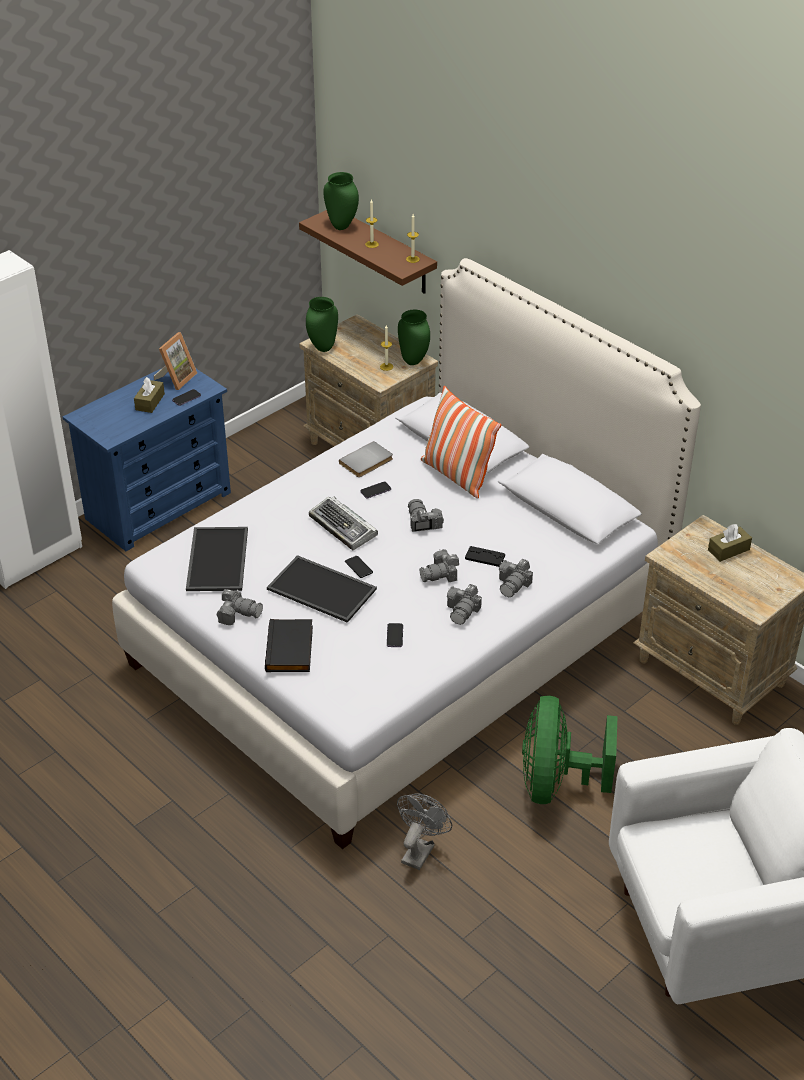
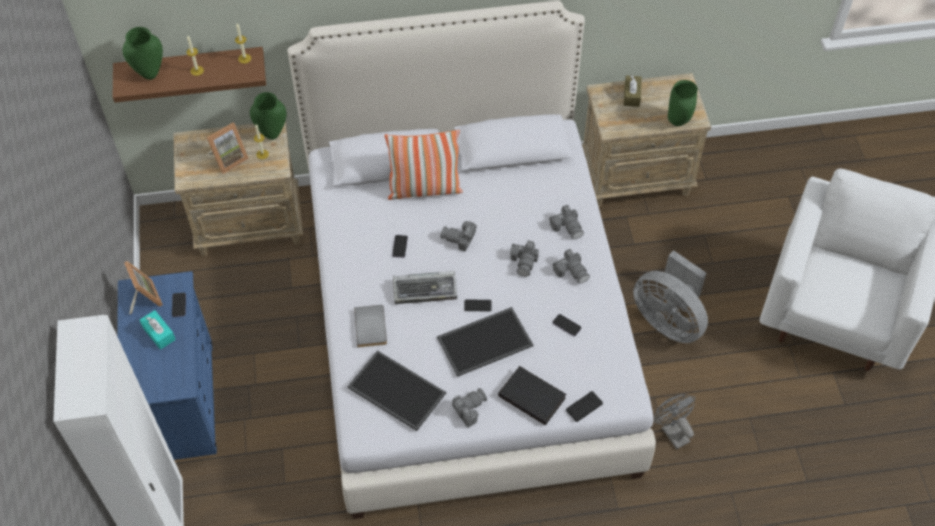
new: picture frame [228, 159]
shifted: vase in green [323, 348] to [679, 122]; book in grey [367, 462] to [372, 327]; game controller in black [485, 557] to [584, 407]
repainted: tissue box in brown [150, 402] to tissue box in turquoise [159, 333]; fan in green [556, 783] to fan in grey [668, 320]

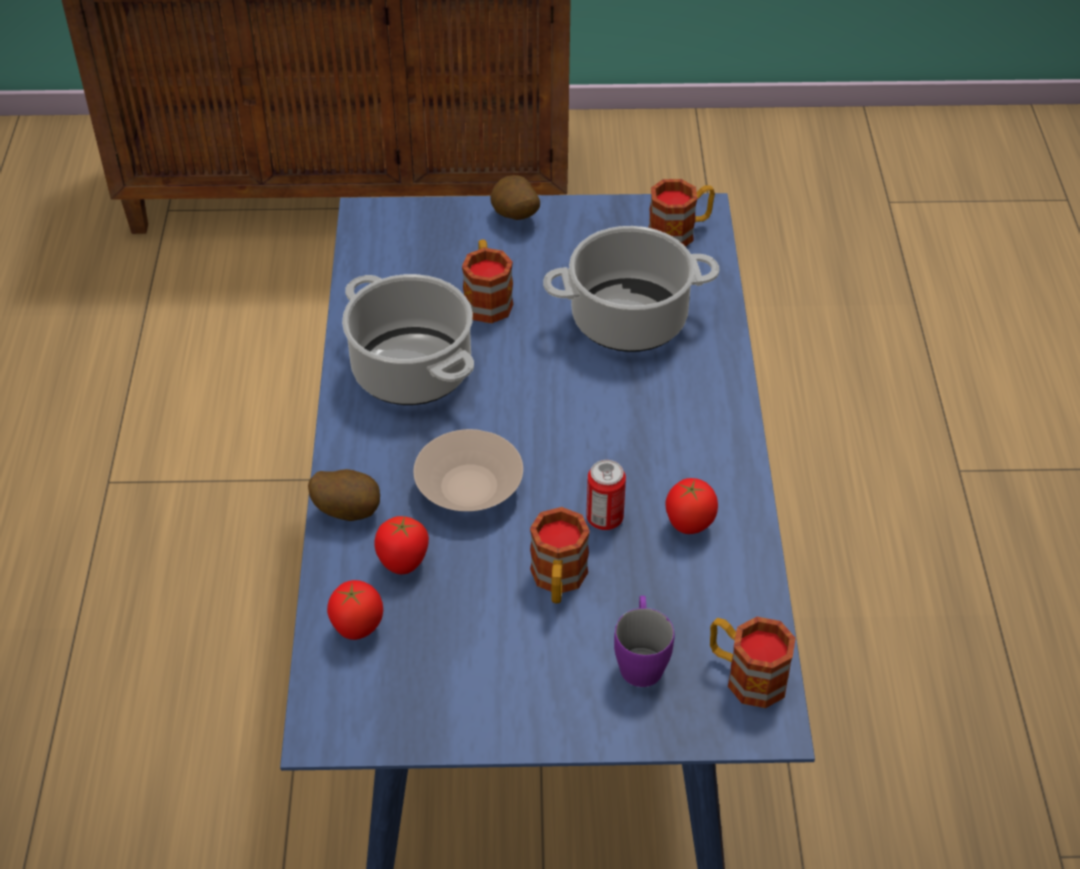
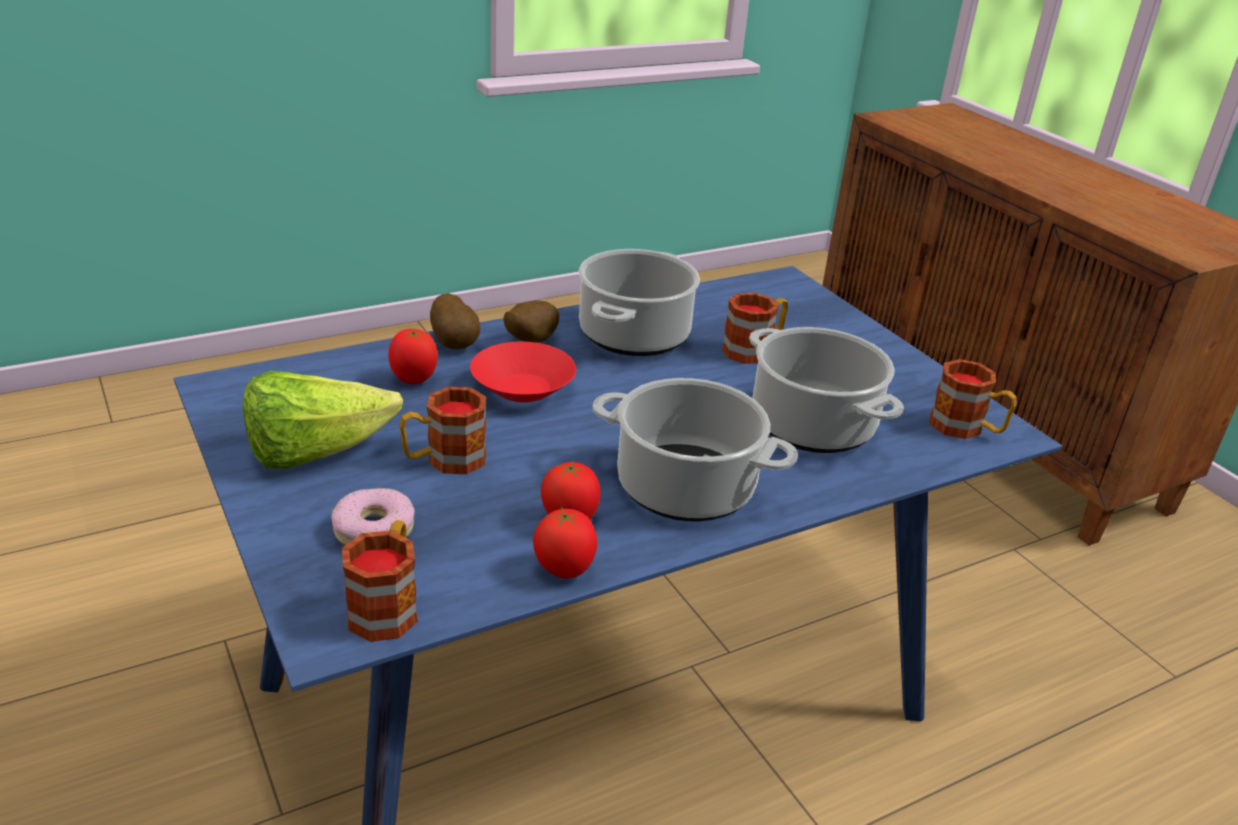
gone: can [604, 518]
new: lettuce [315, 453]; cooking pot [687, 488]
shifted: tomato [357, 629] to [564, 570]; potato [514, 217] to [529, 342]
swapped: mug in purple [640, 659] to donut [374, 529]
repainted: bowl in beige [470, 488] to bowl in red [523, 391]

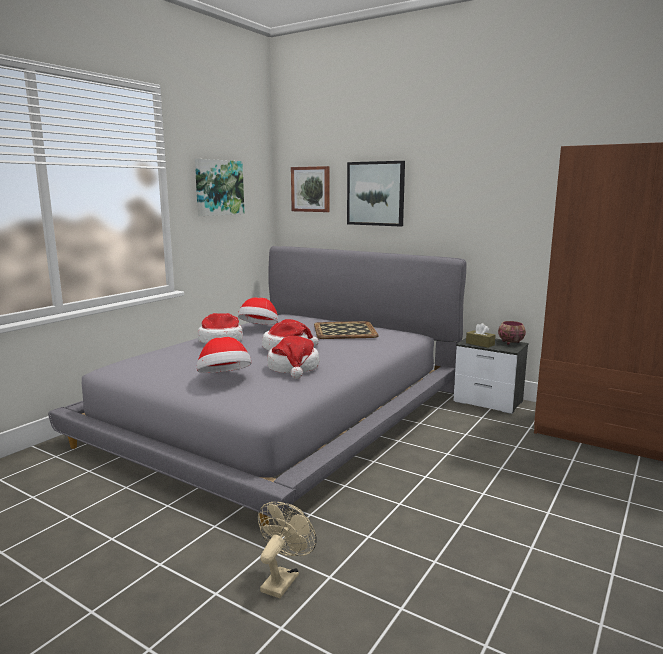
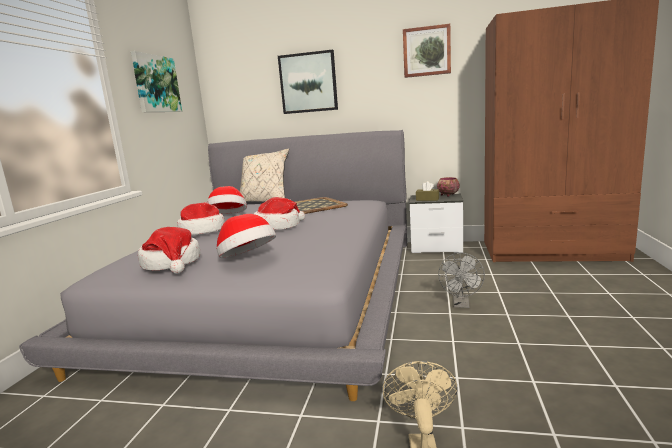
new: pillow in beige [265, 201]; fan in grey [461, 304]
shifted: hat [294, 368] to [172, 263]; picture [311, 189] to [426, 51]

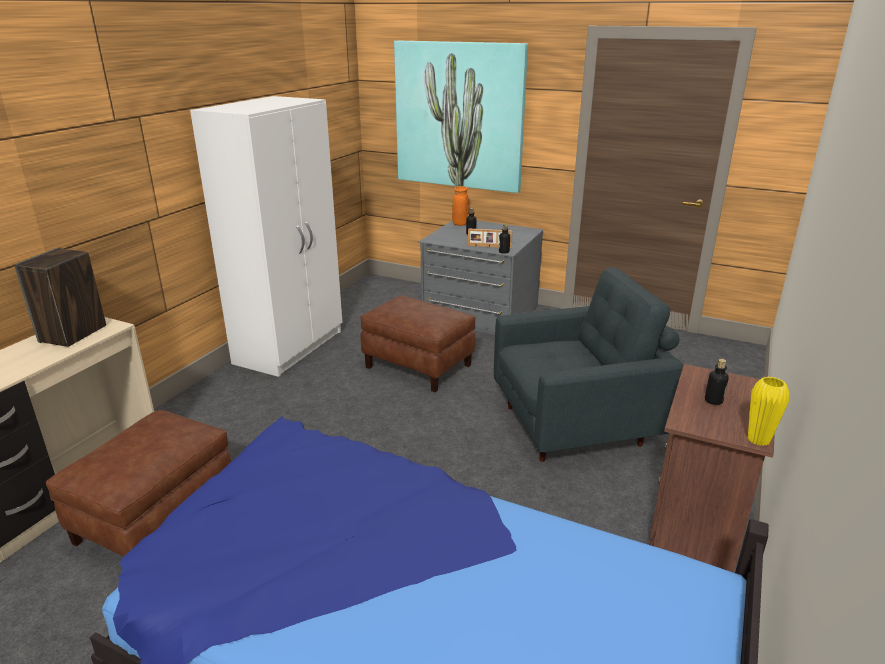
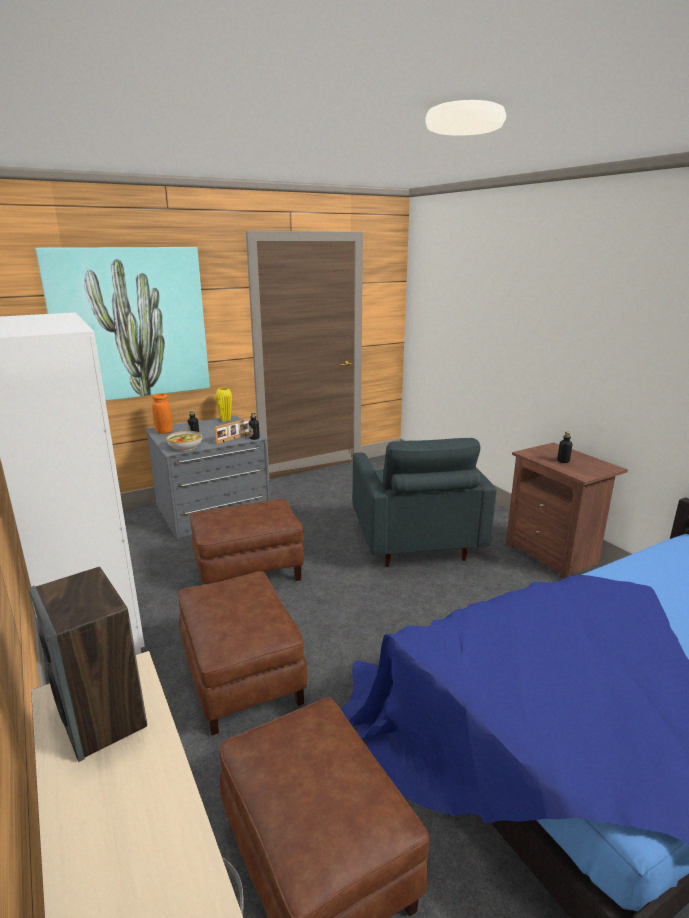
new: bowl [185, 446]; ottoman in brown [241, 677]
shifted: vase in yellow [758, 440] to [225, 420]
rotated: armchair in grey [576, 425] = [414, 543] 150 degrees clockwise

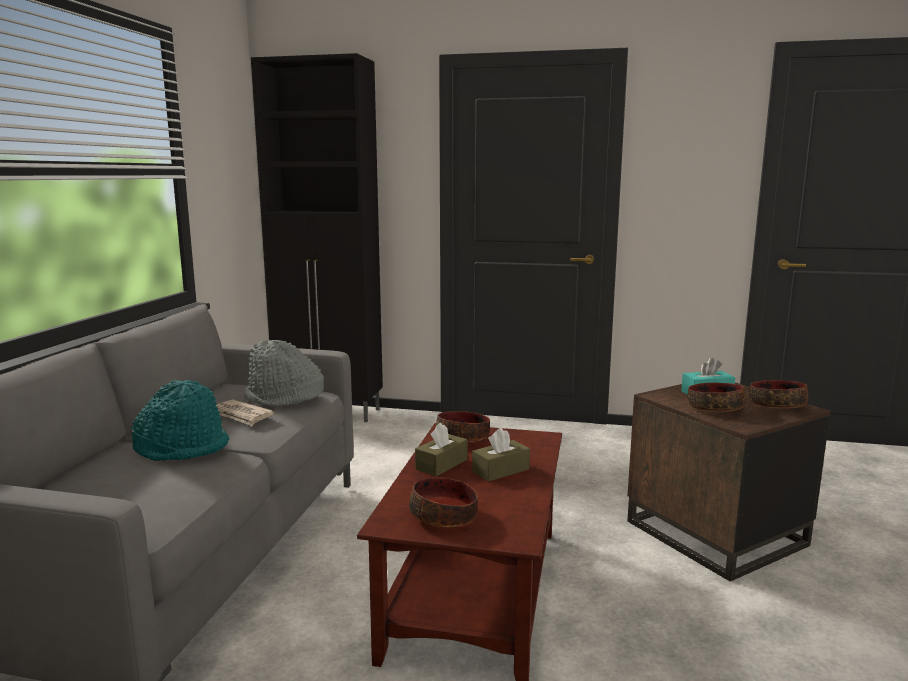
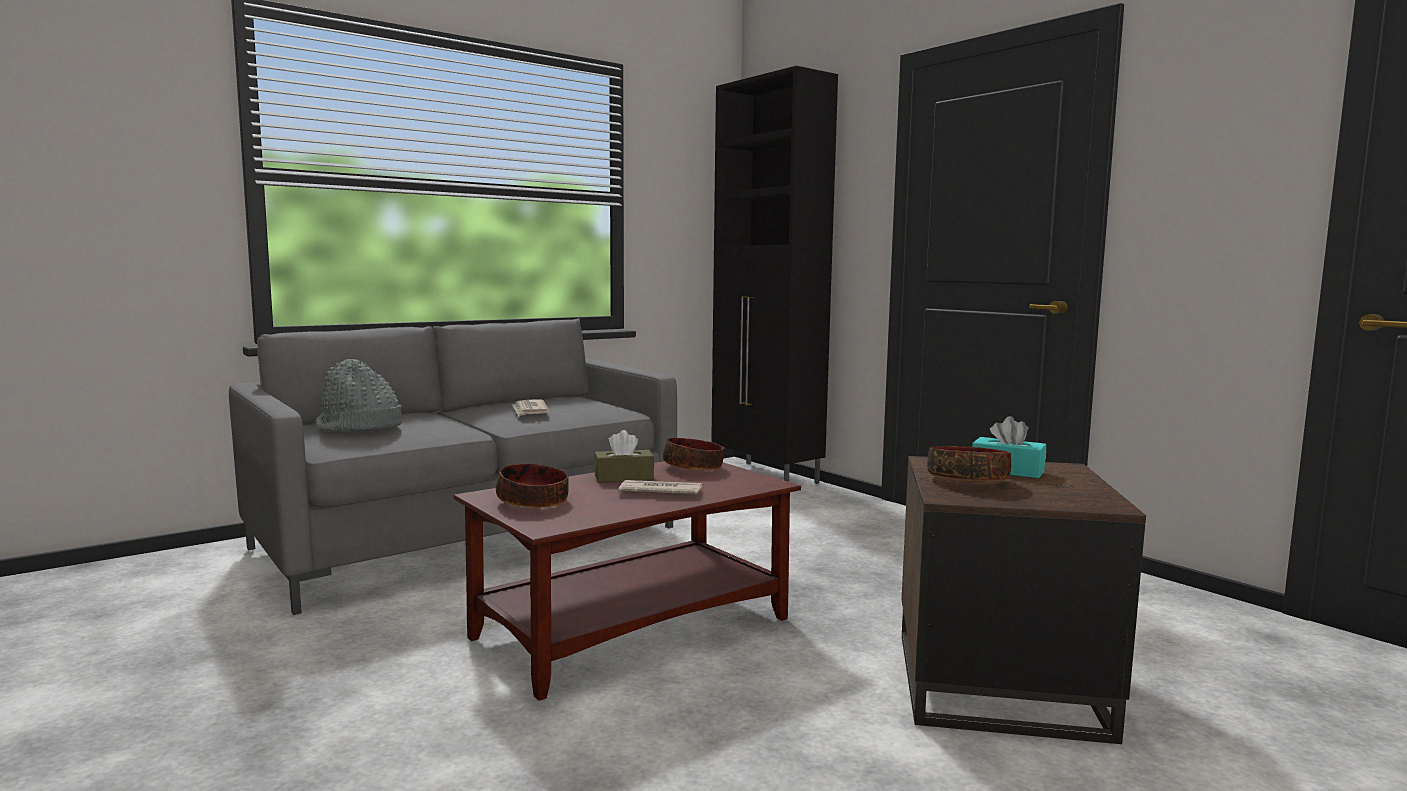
gone: hat in turquoise [183, 448]; bowl [777, 405]
shifted: hat in grey [284, 398] to [358, 427]
swapped: tissue box in brown [500, 470] to newspaper [659, 492]

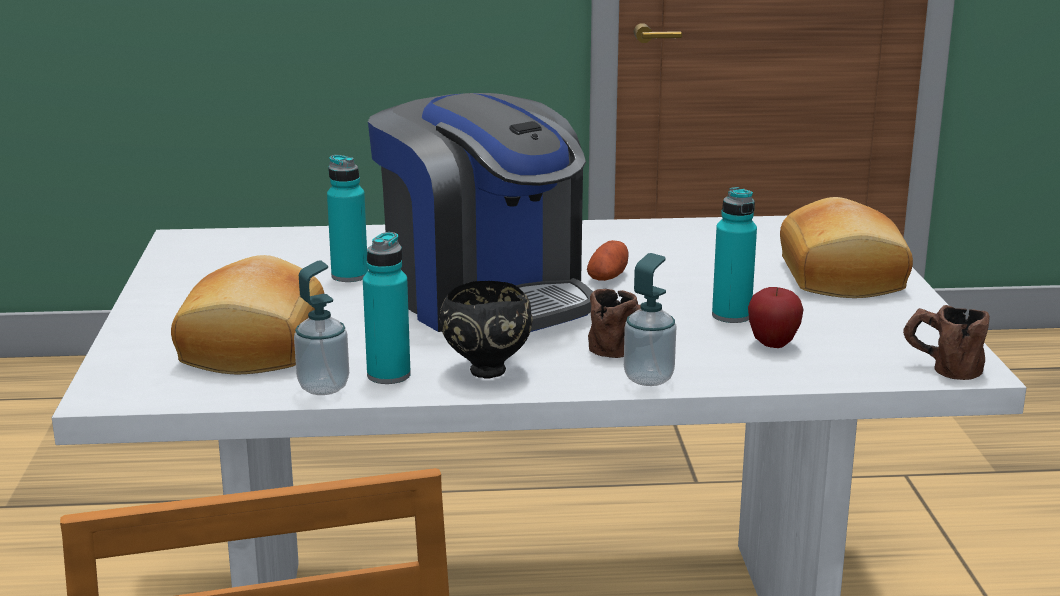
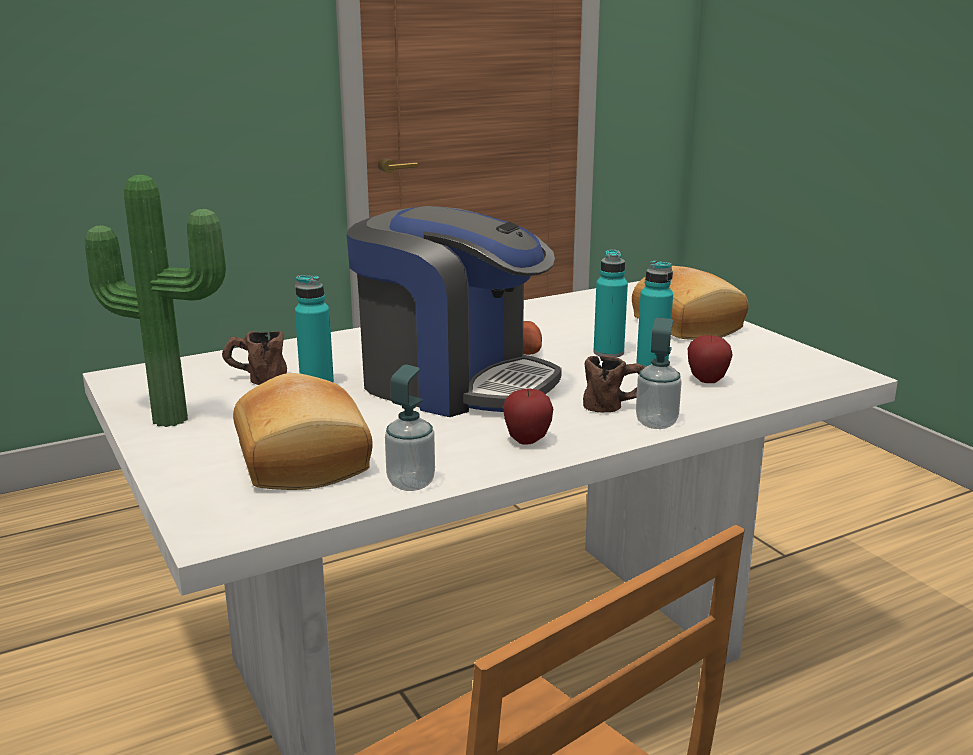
new: potted plant [174, 417]
shifted: bottle in turquoise [388, 375] to [608, 352]; mug in brown [941, 368] to [256, 379]
swapped: bowl in black [486, 370] to apple [527, 441]

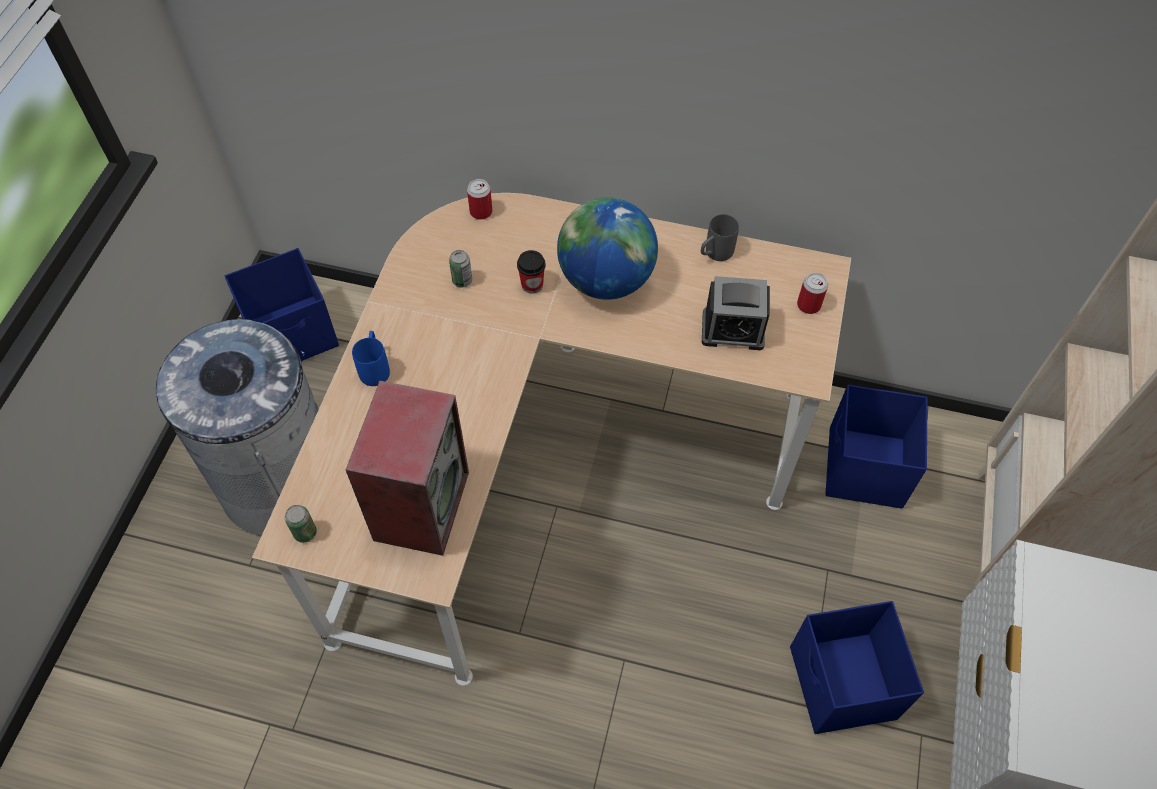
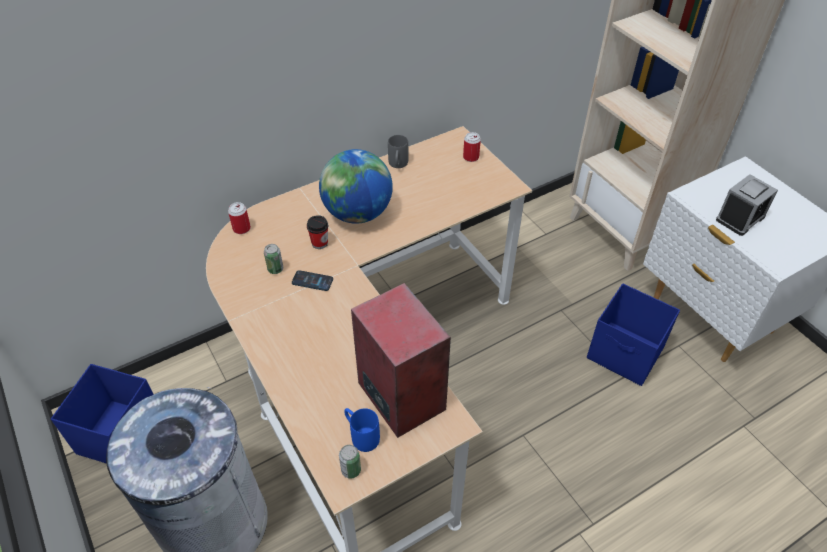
gone: storage box in blue [864, 469]
new: phone [312, 281]
shifted: mug in blue [375, 367] to [361, 435]; alarm clock [733, 330] to [740, 218]

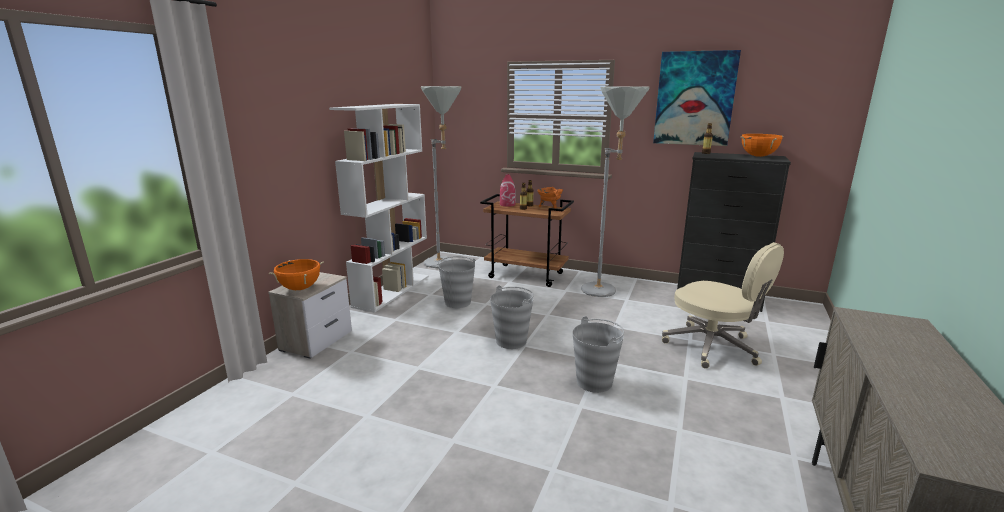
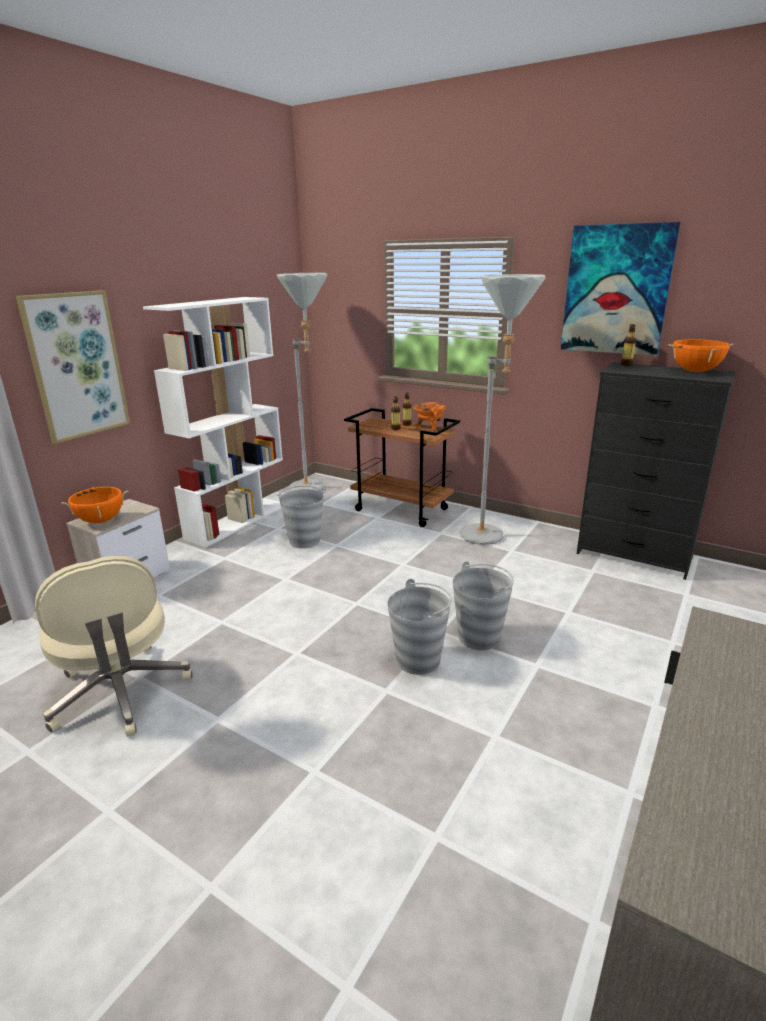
gone: vase in red [507, 204]
new: picture [76, 366]
shifted: bucket in grey [511, 341] to [479, 637]; office chair in beige [713, 347] to [121, 693]

